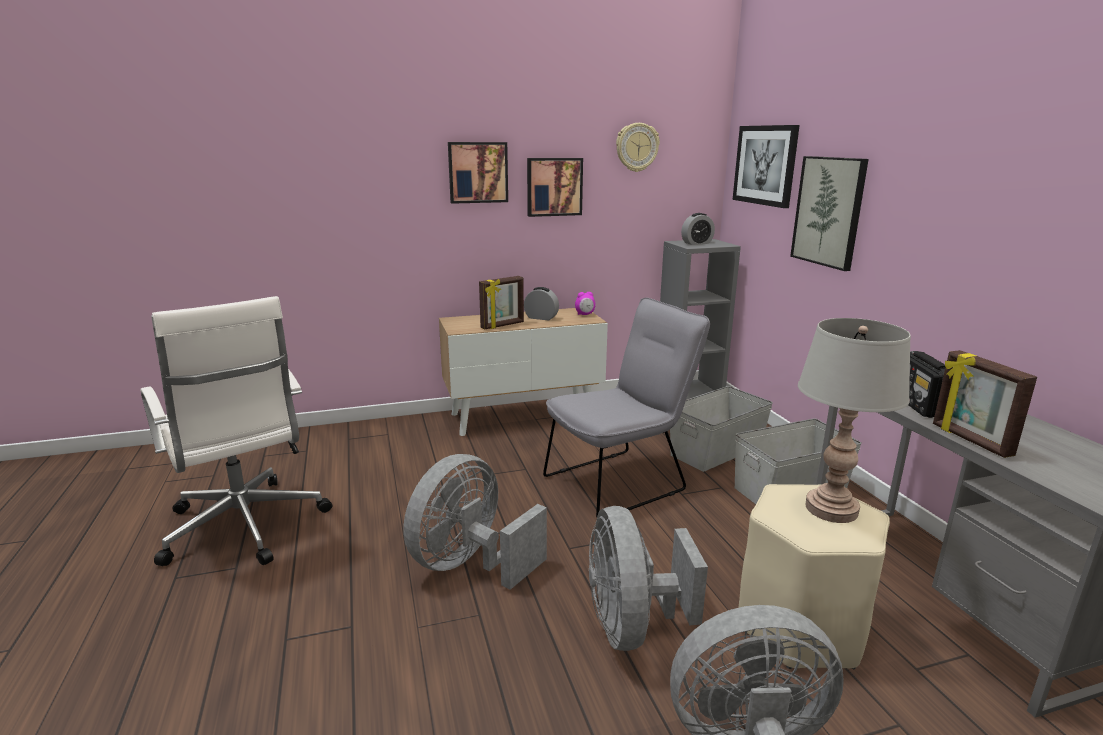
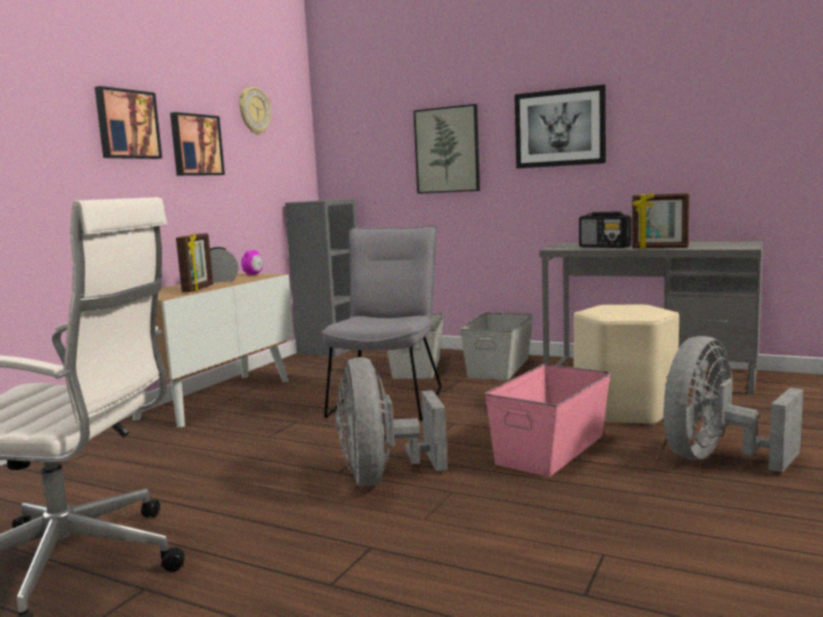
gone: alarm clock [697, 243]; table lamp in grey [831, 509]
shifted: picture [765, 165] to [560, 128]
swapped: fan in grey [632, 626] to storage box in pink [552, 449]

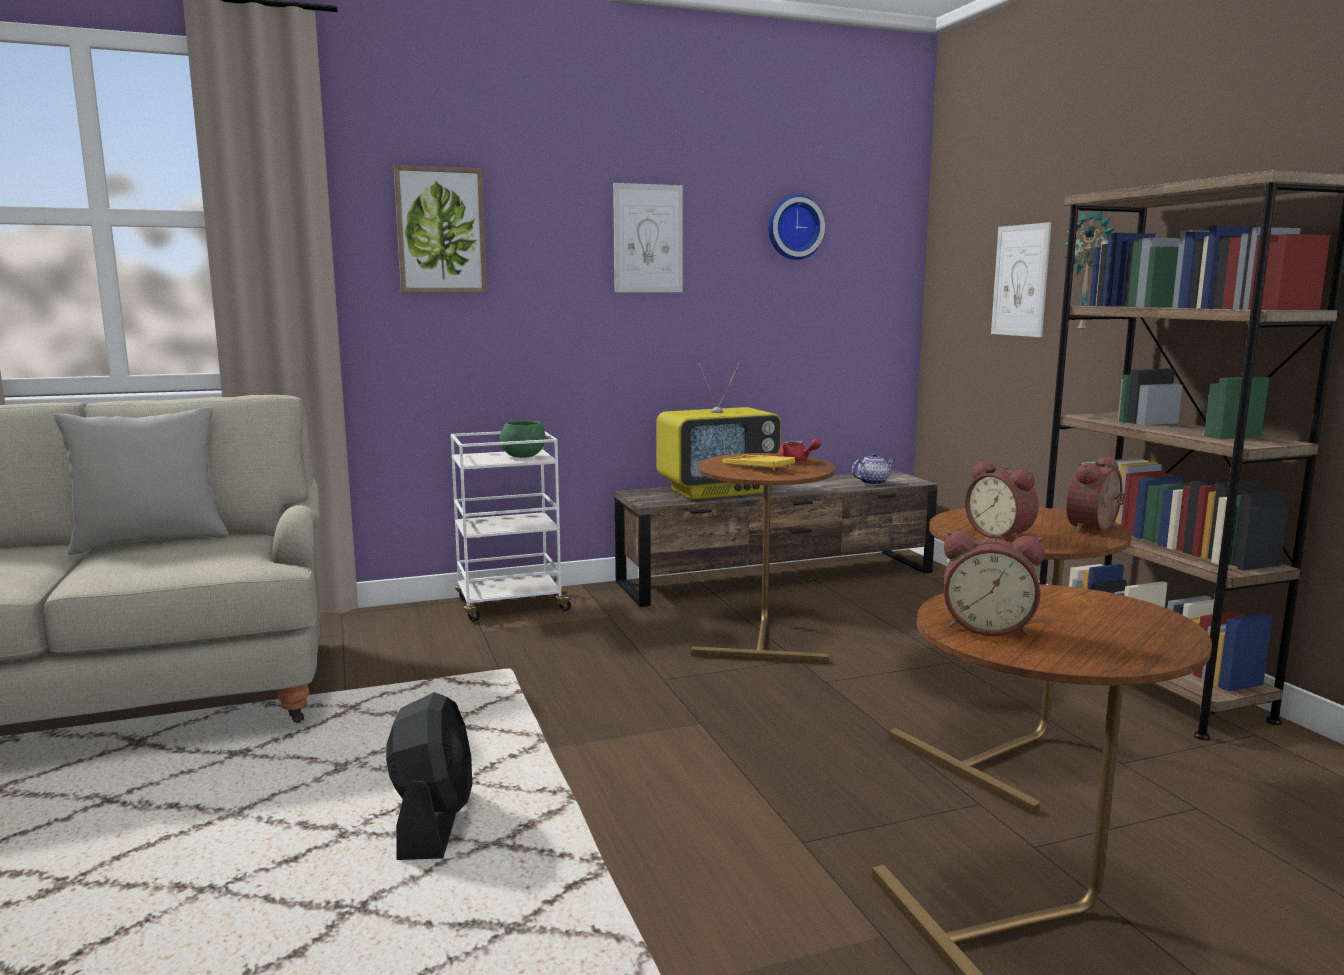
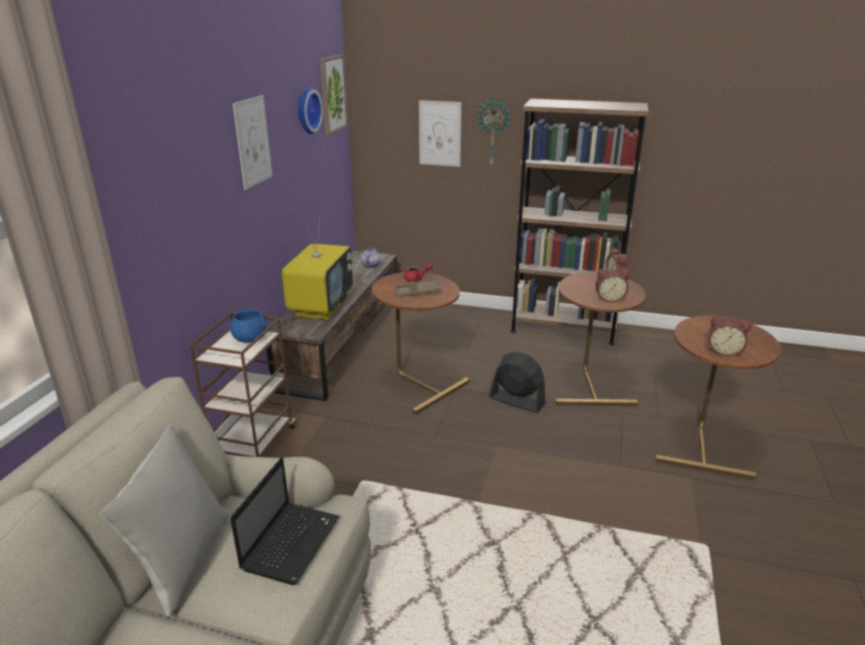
new: laptop [291, 541]
shifted: fan in black [433, 822] to [516, 401]; picture [441, 230] to [332, 94]
repainted: cart in white [510, 605] to cart in brown [254, 444]; bowl in green [523, 456] to bowl in blue [250, 339]; tray in yellow [758, 467] to tray in brown [417, 292]
rotated: alarm clock [987, 627] = [724, 351] 60 degrees clockwise

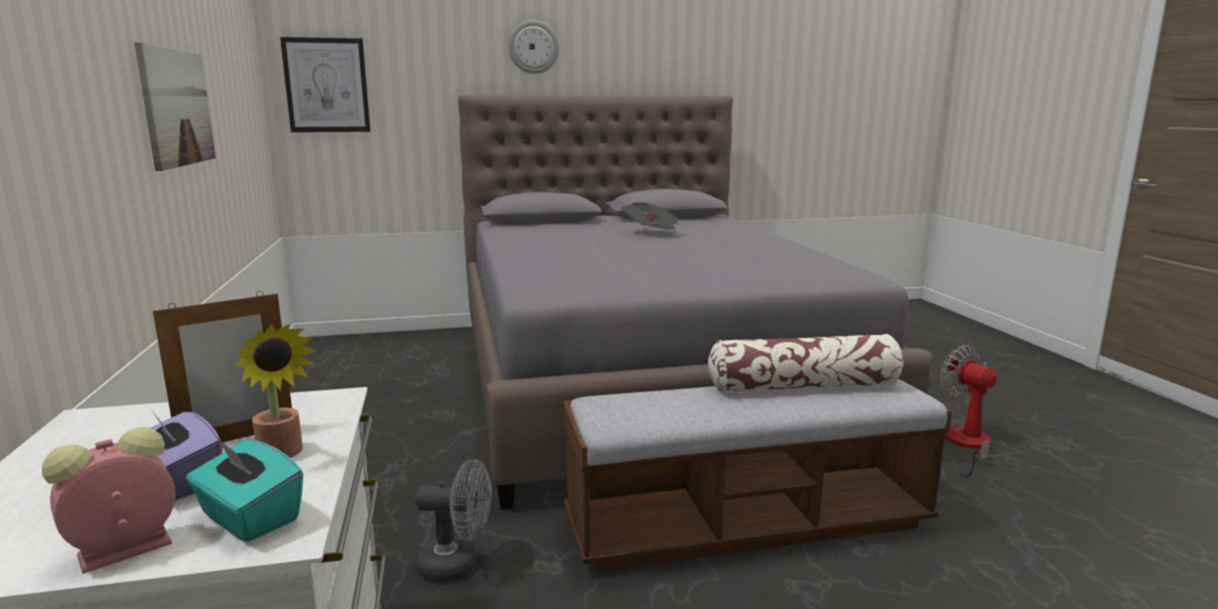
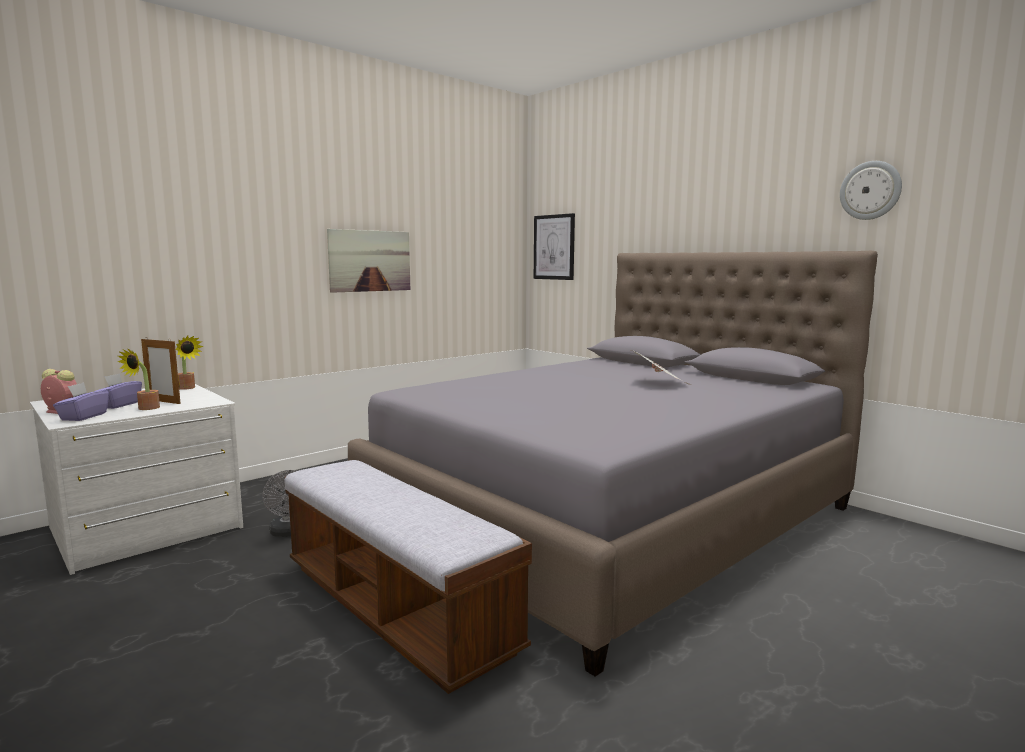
gone: pillow [803, 386]; fan [968, 446]
new: potted plant [188, 388]
shifted: wall clock [533, 47] to [870, 190]
repainted: tissue box in turquoise [249, 518] to tissue box in purple [83, 417]

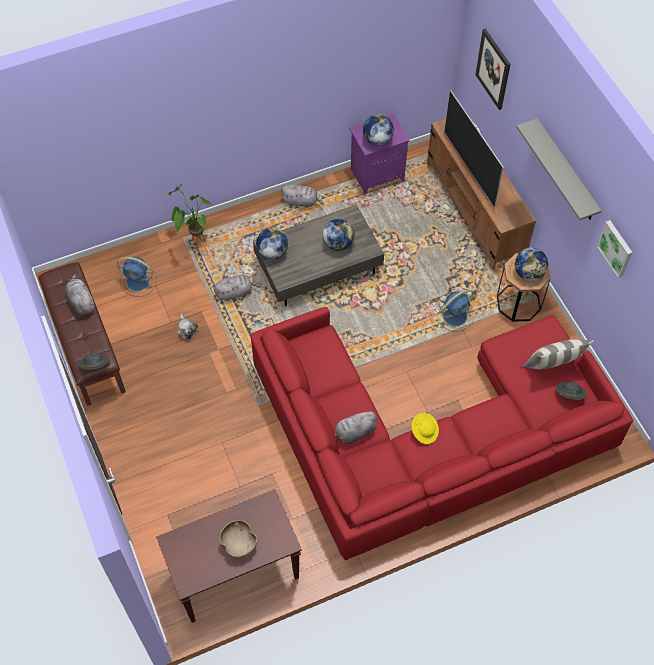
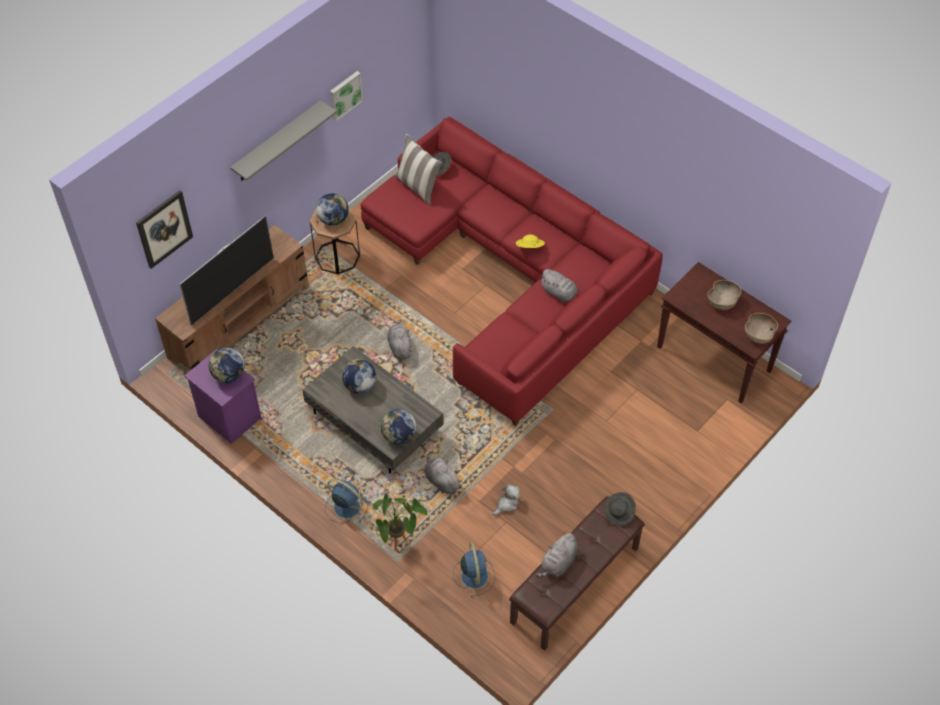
new: bowl in brown [758, 335]
shifted: plush toy in grey [301, 201] to [400, 347]; fan in blue [456, 315] to [345, 506]

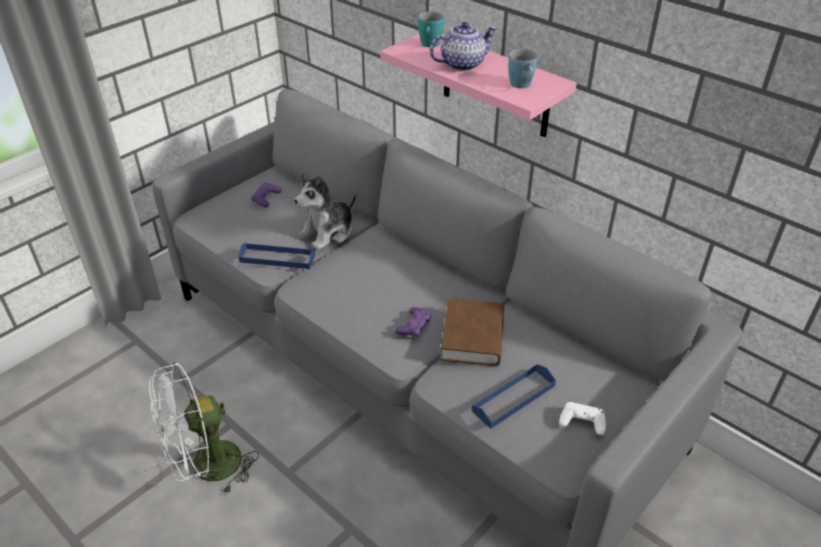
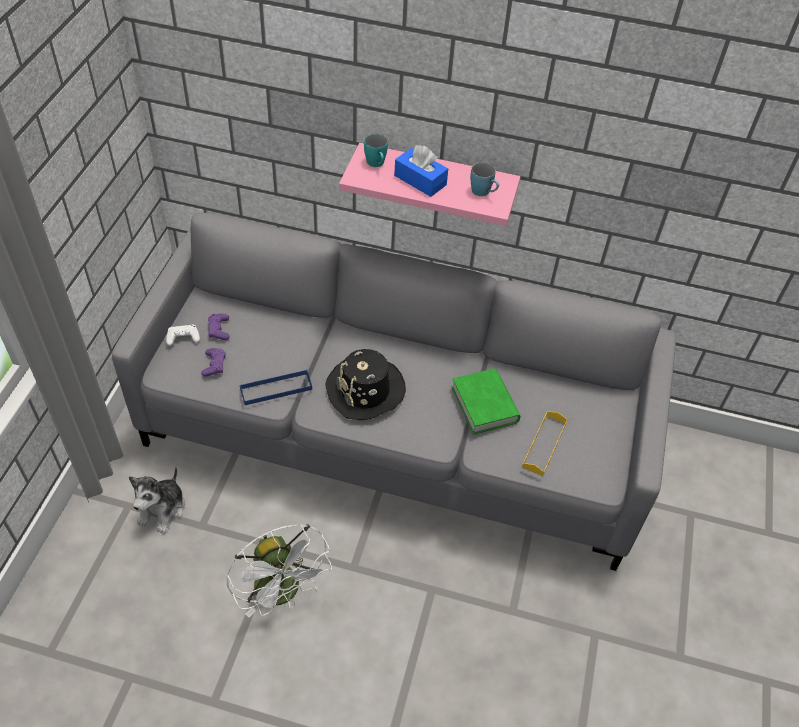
new: hat in black [366, 390]
shifted: plush toy [328, 232] to [163, 509]; game controller in purple [413, 326] to [214, 365]; game controller in white [582, 421] to [183, 337]
swapped: teapot [462, 64] to tissue box in blue [420, 180]
repainted: book in brown [472, 337] to book in green [484, 405]; tray in blue [514, 398] to tray in yellow [544, 445]
rotated: fan in white [206, 468] = [283, 593] 60 degrees counterclockwise

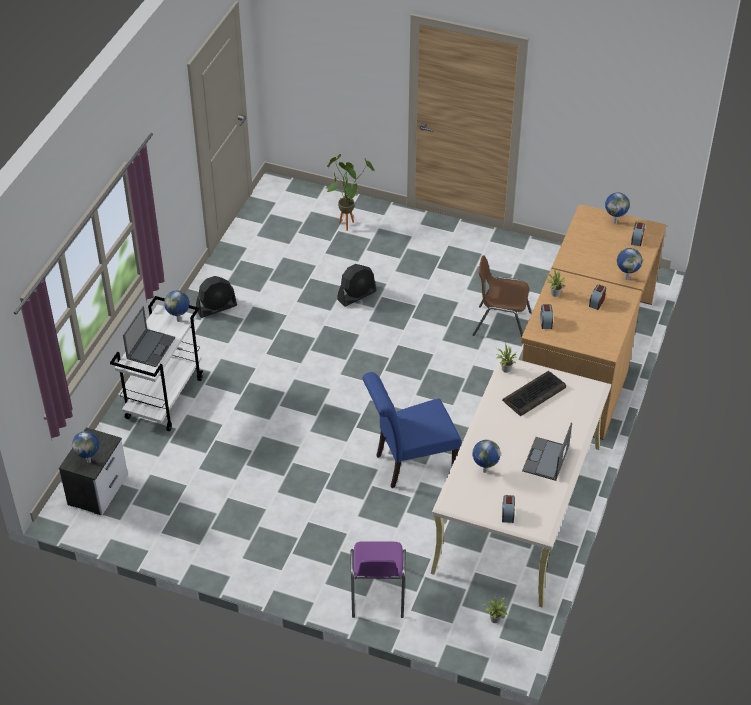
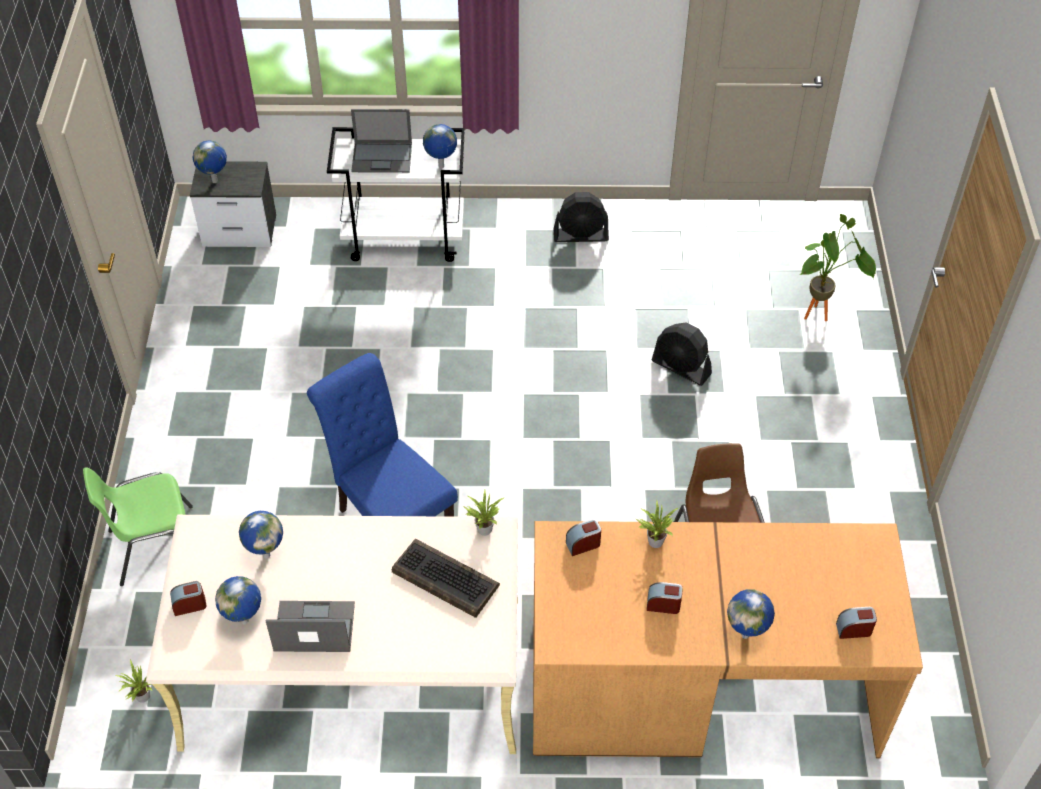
shifted: globe [615, 222] to [245, 621]
repainted: chair in purple [377, 593] to chair in green [155, 546]
rotated: fan in black [216, 308] = [581, 235] 45 degrees counterclockwise

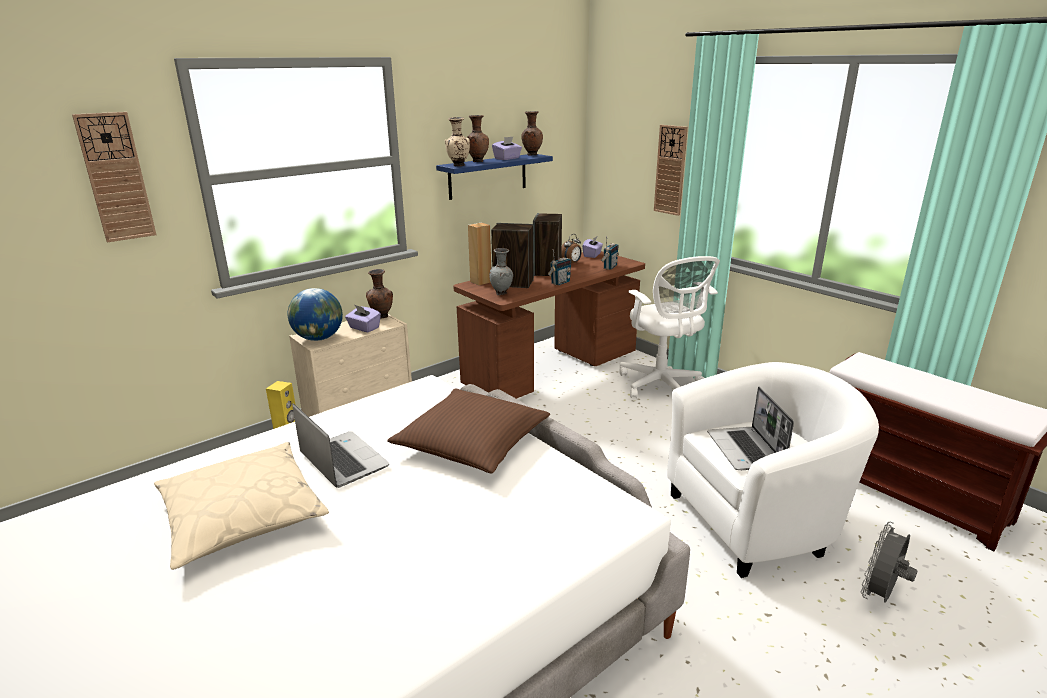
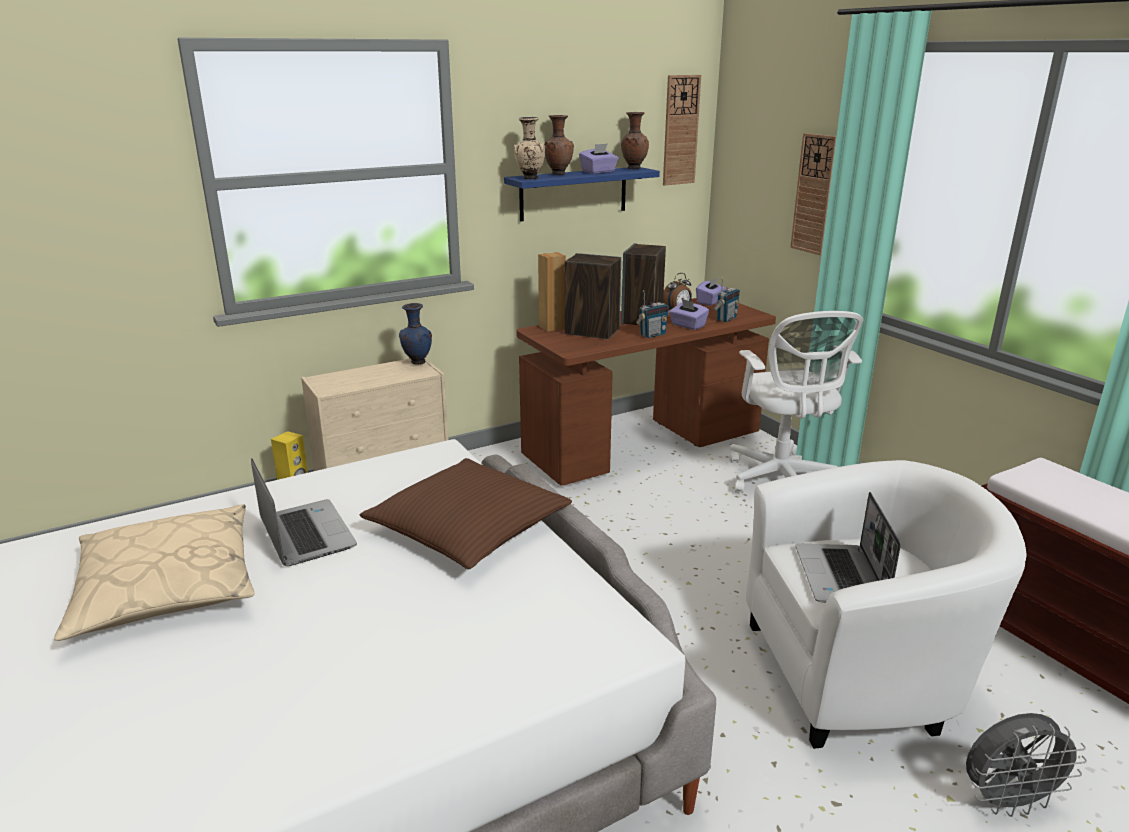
gone: globe [319, 338]; vase in grey [502, 294]
shifted: wall clock [116, 177] to [680, 130]; tissue box in purple [364, 328] to [687, 325]
repainted: vase in brown [381, 317] to vase in blue [417, 362]
rotated: fan in grey [880, 596] = [1008, 801] 150 degrees counterclockwise

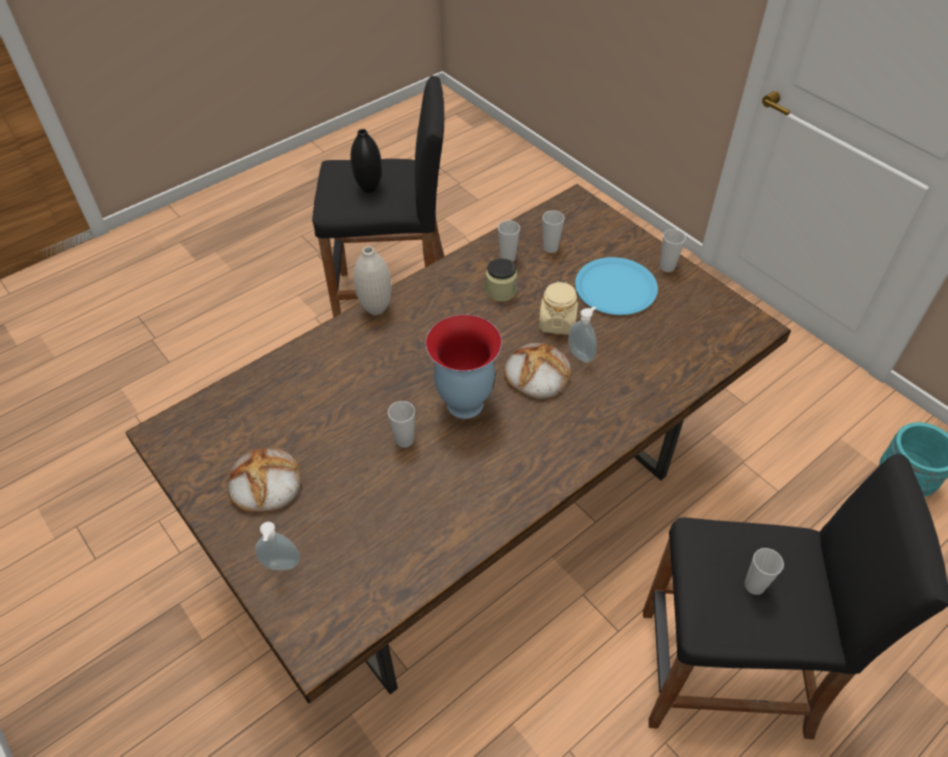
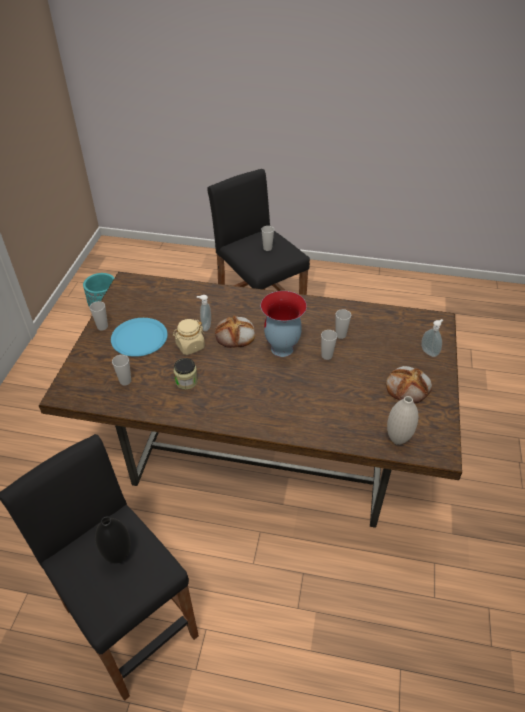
shifted: vase in white [376, 309] to [397, 439]; cup [508, 258] to [340, 335]

